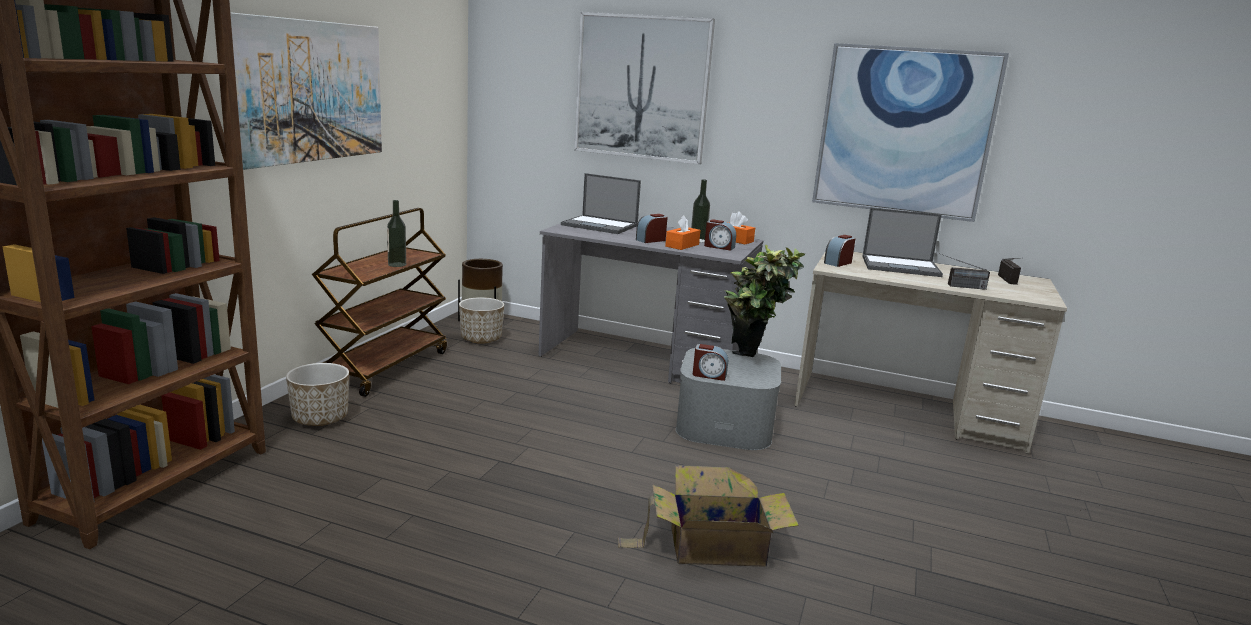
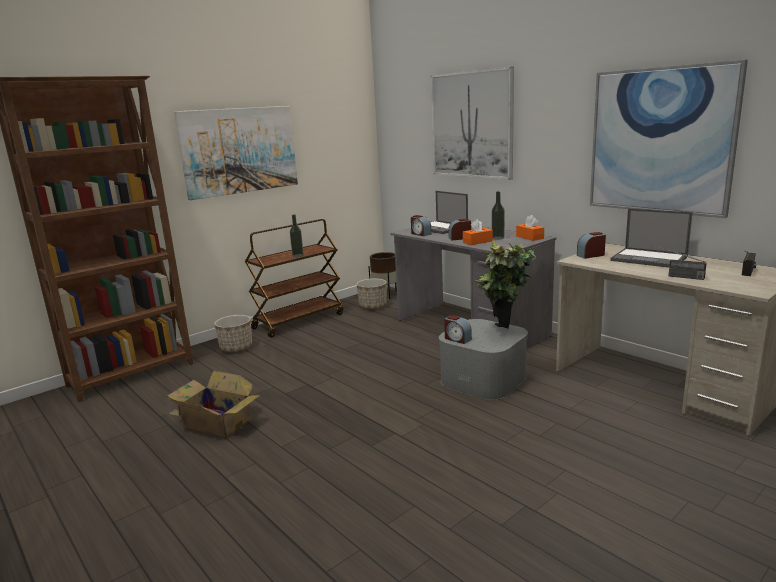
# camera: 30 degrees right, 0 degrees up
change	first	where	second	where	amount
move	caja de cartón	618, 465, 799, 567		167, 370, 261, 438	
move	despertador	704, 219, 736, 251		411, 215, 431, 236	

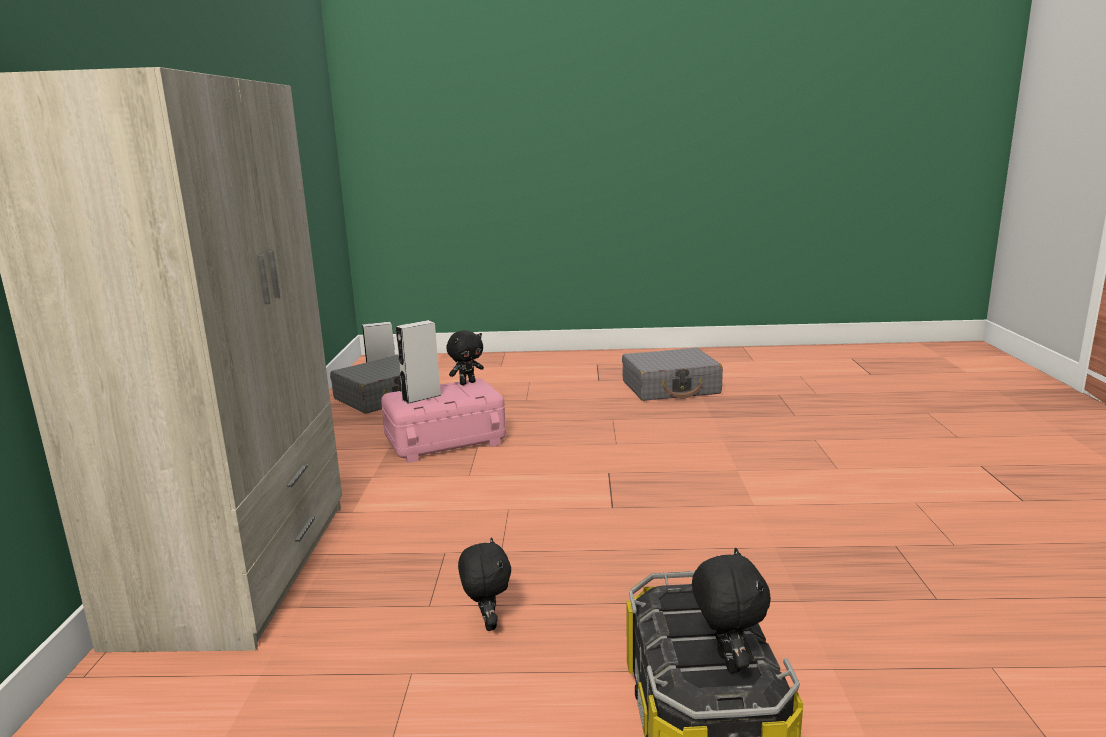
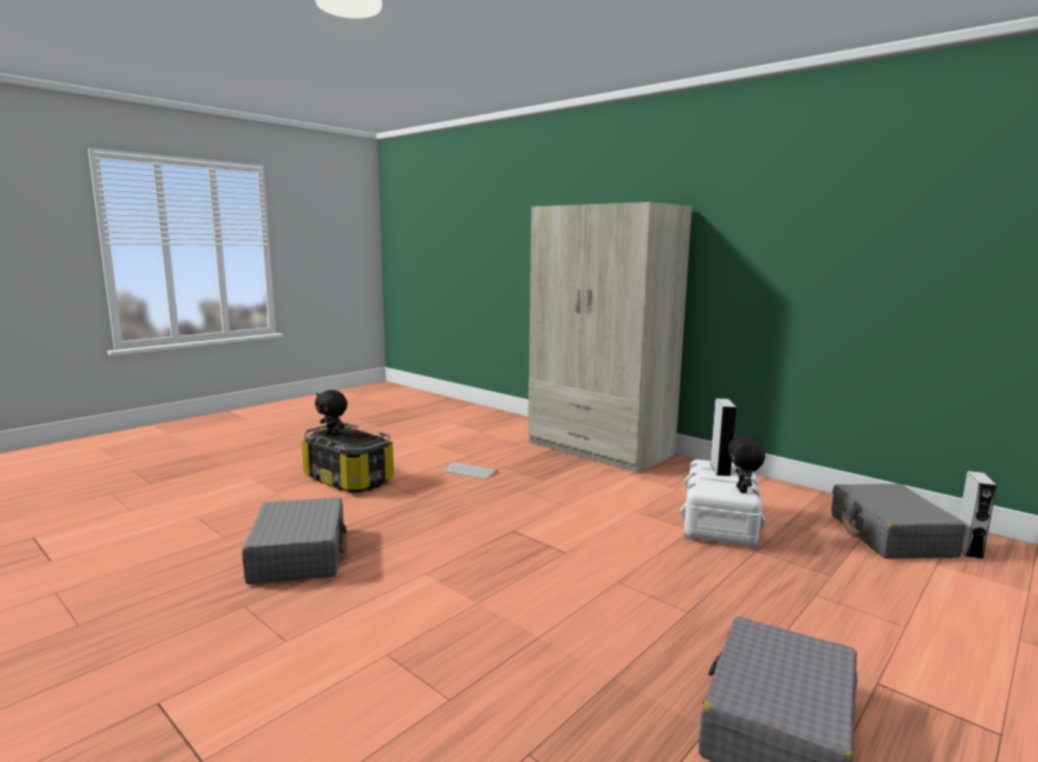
# camera: 130 degrees right, 5 degrees down
change	first	where	second	where	amount
insert			maleta [gris]	242, 497, 347, 584	
replace	peluche [negro]	458, 537, 511, 631	teclado	443, 462, 497, 479	
recolor	caja de almacenaje [rosa]	381, 379, 506, 463	caja de almacenaje [blanco]	680, 460, 766, 549	

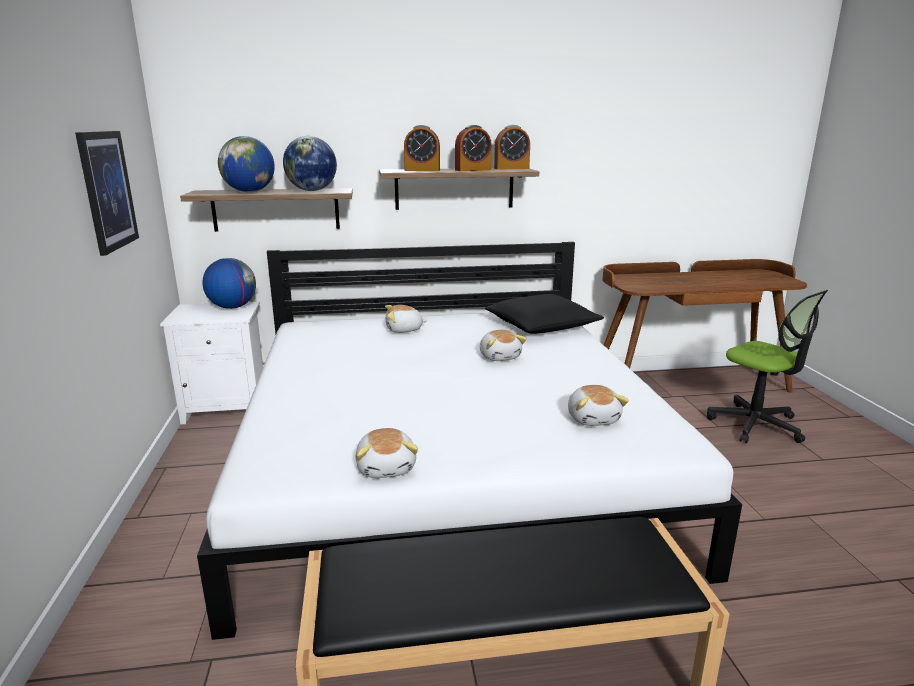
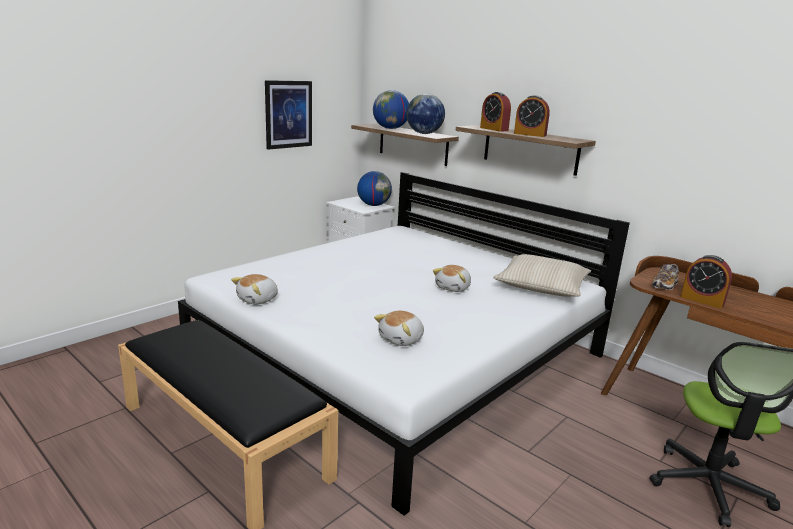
# camera: 50 degrees right, 0 degrees up
change	first	where	second	where	amount
delete	peluche	385, 305, 427, 333			
insert			zapato	652, 264, 679, 290	
move	despertador	494, 125, 530, 169		680, 255, 732, 309	
recolor	cojín [negro]	485, 294, 604, 334	cojín [beis]	493, 254, 591, 297	

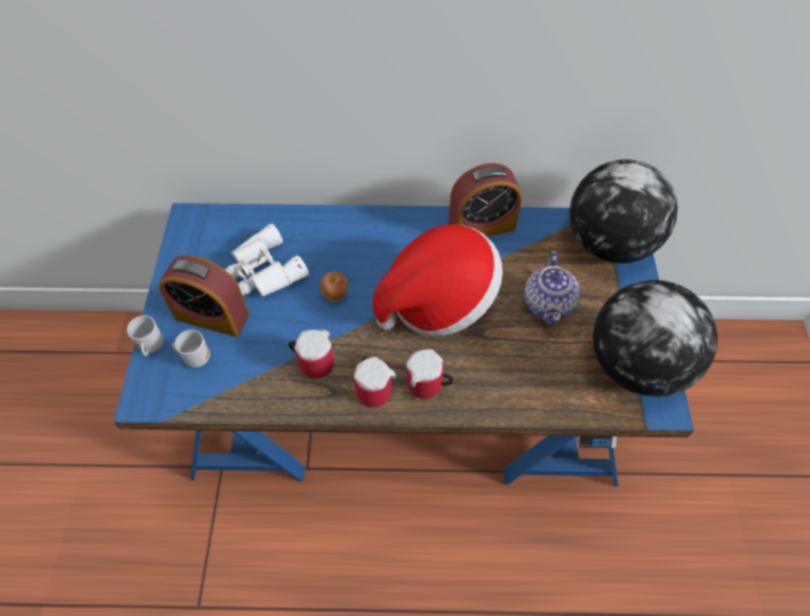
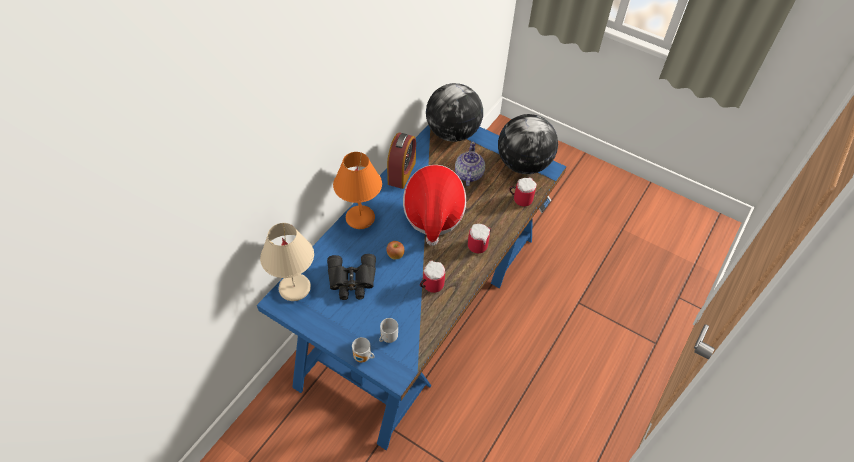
# camera: 60 degrees left, 5 degrees down
change	first	where	second	where	amount
delete	despertador	159, 255, 249, 337			
insert			lámpara de mesa [beis]	260, 223, 314, 301	
insert			lámpara de mesa [naranja]	333, 152, 382, 229	
move	taza grande	354, 356, 396, 407		509, 178, 537, 206	
recolor	prismáticos [blanco]	225, 224, 309, 297	prismáticos [negro]	327, 254, 376, 300	
rotate	tetera	524, 251, 580, 325		455, 142, 485, 186	120 degrees counterclockwise

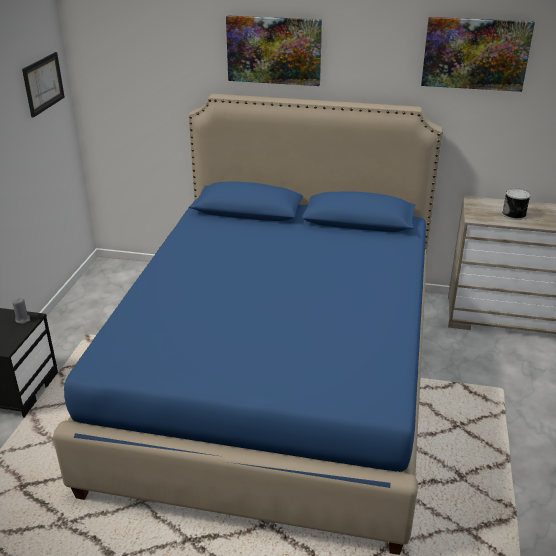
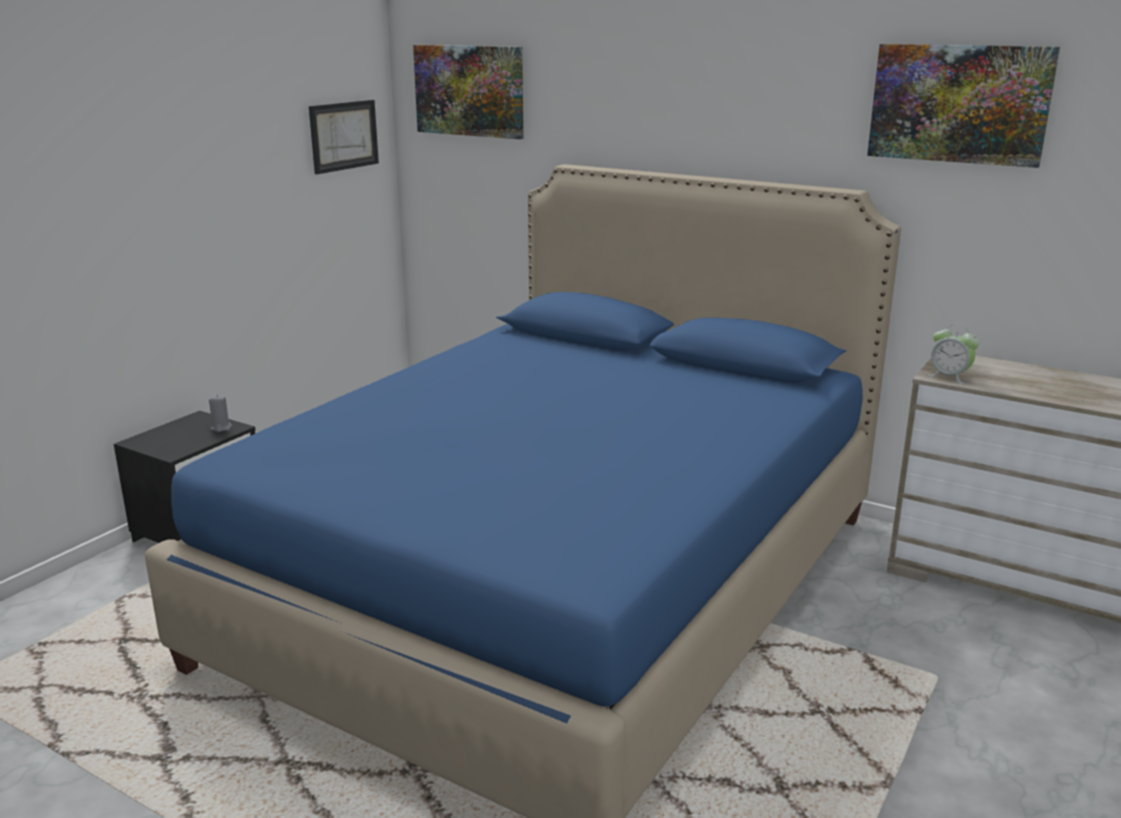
# camera: 20 degrees right, 10 degrees down
change	first	where	second	where	amount
delete	lata	502, 188, 531, 220			
insert			despertador	928, 324, 979, 384	
move	cuadro	226, 15, 322, 86		413, 45, 524, 139	

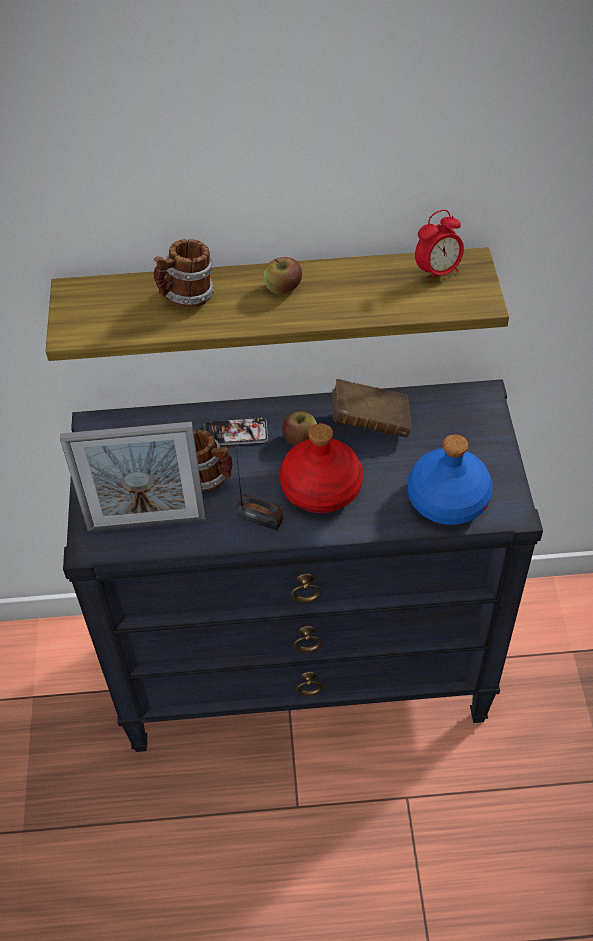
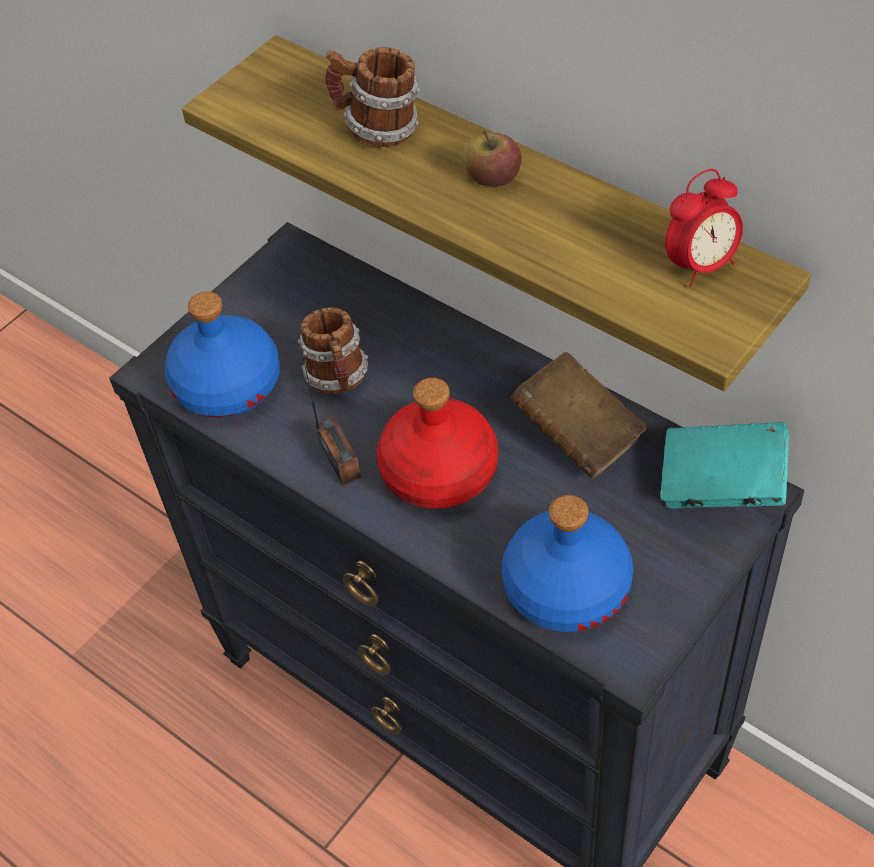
# camera: 45 degrees right, 0 degrees up
change	first	where	second	where	amount
delete	móvil	204, 417, 268, 445			
delete	manzana	282, 411, 317, 445			
insert			libro [turquesa]	660, 422, 789, 509	
replace	portarretratos	60, 422, 206, 531	botella [azul]	164, 292, 280, 418	
rotate	despertador	415, 210, 464, 284		665, 169, 743, 287	45 degrees counterclockwise

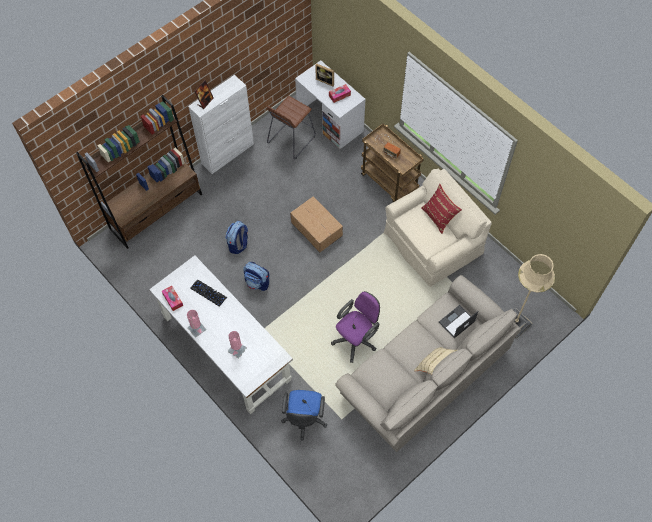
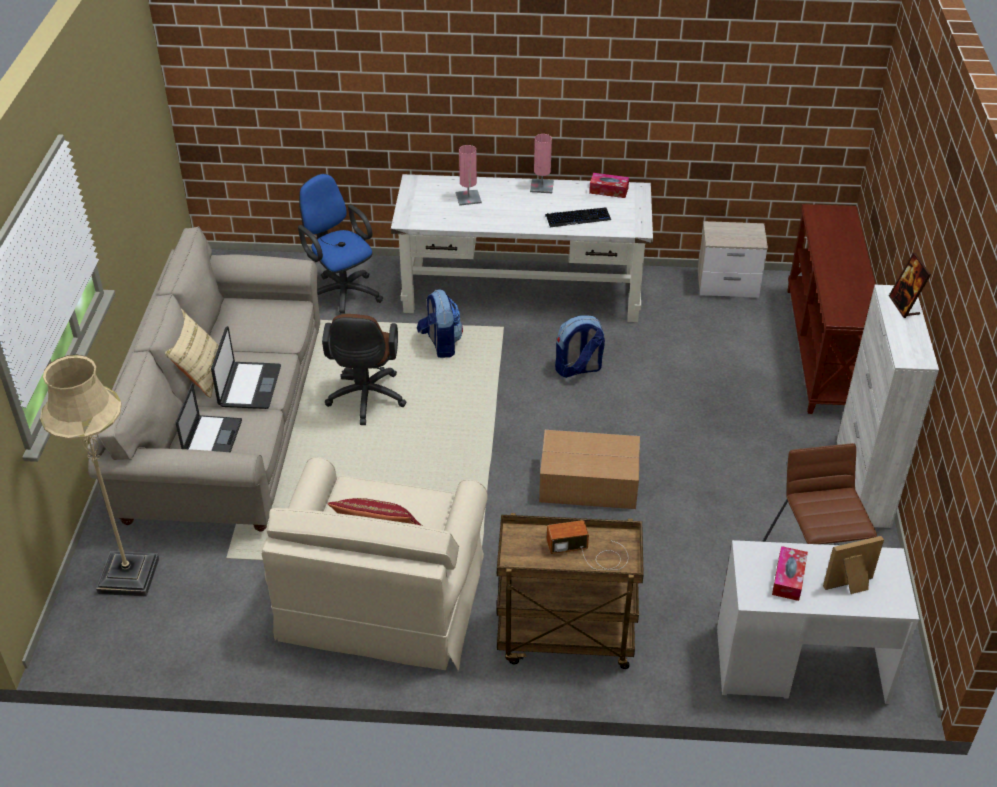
# camera: 135 degrees right, 20 degrees down
change	first	where	second	where	amount
insert			portátil	211, 326, 281, 409	
insert			mesita de noche	698, 221, 768, 297	
move	mochila	225, 221, 248, 254		417, 290, 463, 358	
replace	estantería [marrón]	76, 95, 202, 249	mesa consola [marrón]	787, 204, 876, 414	
recolor	silla de oficina [morado]	331, 291, 380, 363	silla de oficina [marrón]	322, 314, 407, 425	

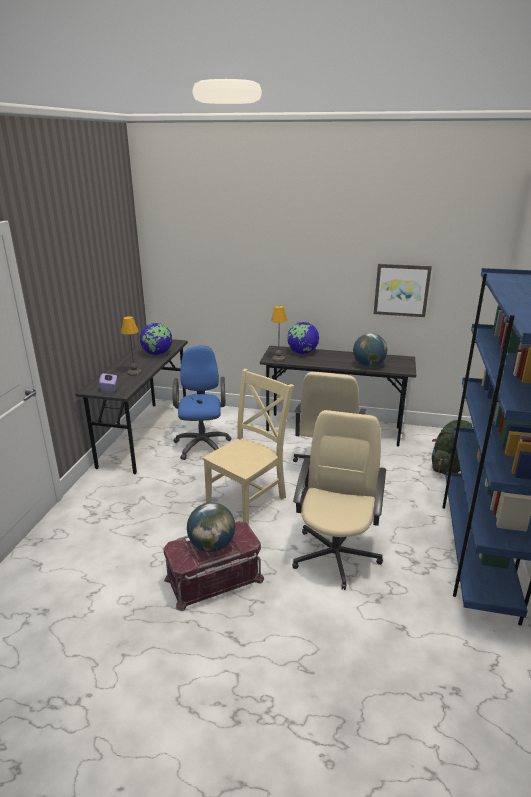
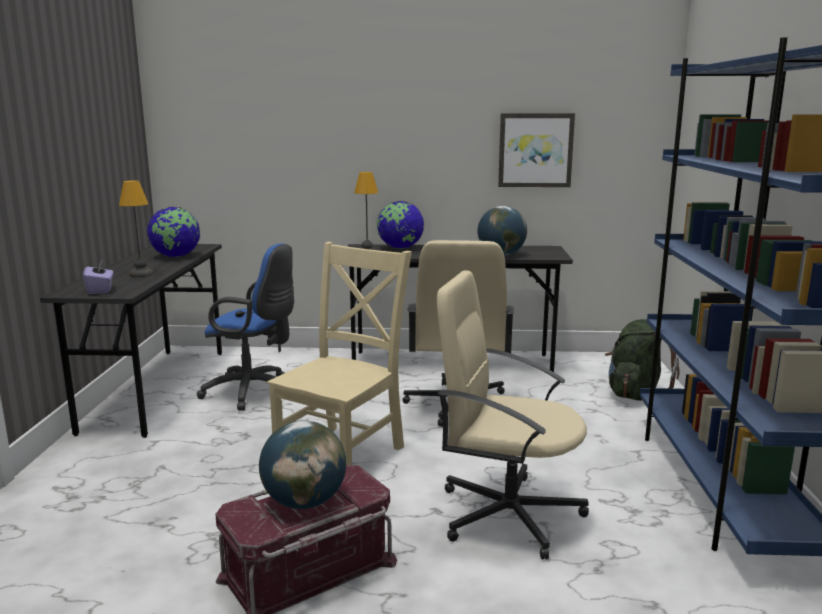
# camera: 10 degrees left, 10 degrees down
change	first	where	second	where	amount
rotate	silla de oficina [azul]	172, 346, 232, 460		197, 244, 294, 411	120 degrees clockwise
rotate	silla de oficina [beis]	292, 410, 386, 590		437, 270, 589, 560	75 degrees counterclockwise

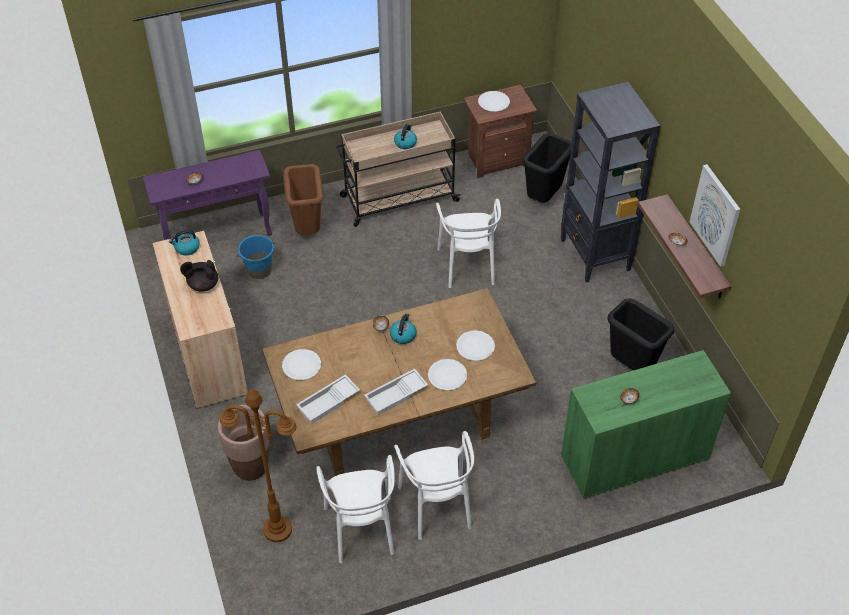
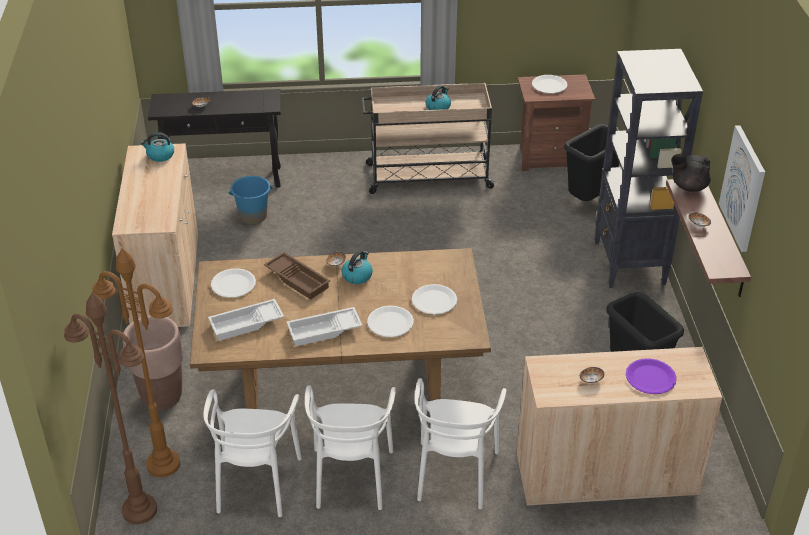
# camera: 15 degrees right, 10 degrees down
change	first	where	second	where	amount
delete	papelera [marrón]	283, 164, 324, 235			
insert			lámpara de pie [marrón]	64, 293, 157, 524	
insert			bandeja [marrón]	264, 252, 330, 300	
insert			plato [morado]	626, 358, 677, 394	
move	tetera [negro]	180, 260, 218, 291		671, 154, 711, 192	
move	silla [blanco]	436, 199, 501, 288		415, 378, 506, 509	
recolor	mesa consola [morado]	143, 150, 272, 240	mesa consola [negro]	148, 89, 281, 187	
recolor	armario [verde]	561, 350, 731, 499	armario [beis]	517, 347, 722, 507	

